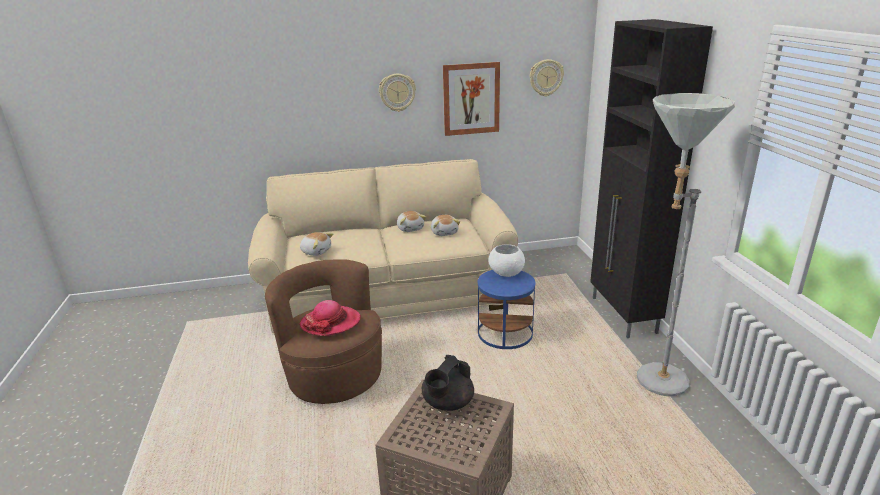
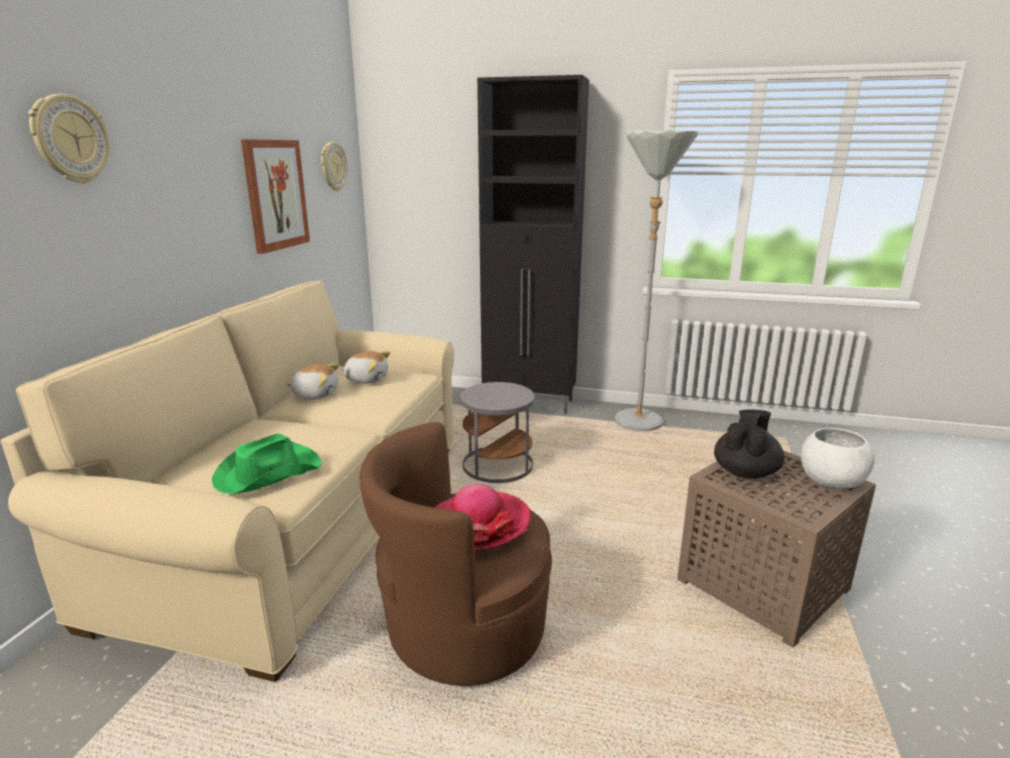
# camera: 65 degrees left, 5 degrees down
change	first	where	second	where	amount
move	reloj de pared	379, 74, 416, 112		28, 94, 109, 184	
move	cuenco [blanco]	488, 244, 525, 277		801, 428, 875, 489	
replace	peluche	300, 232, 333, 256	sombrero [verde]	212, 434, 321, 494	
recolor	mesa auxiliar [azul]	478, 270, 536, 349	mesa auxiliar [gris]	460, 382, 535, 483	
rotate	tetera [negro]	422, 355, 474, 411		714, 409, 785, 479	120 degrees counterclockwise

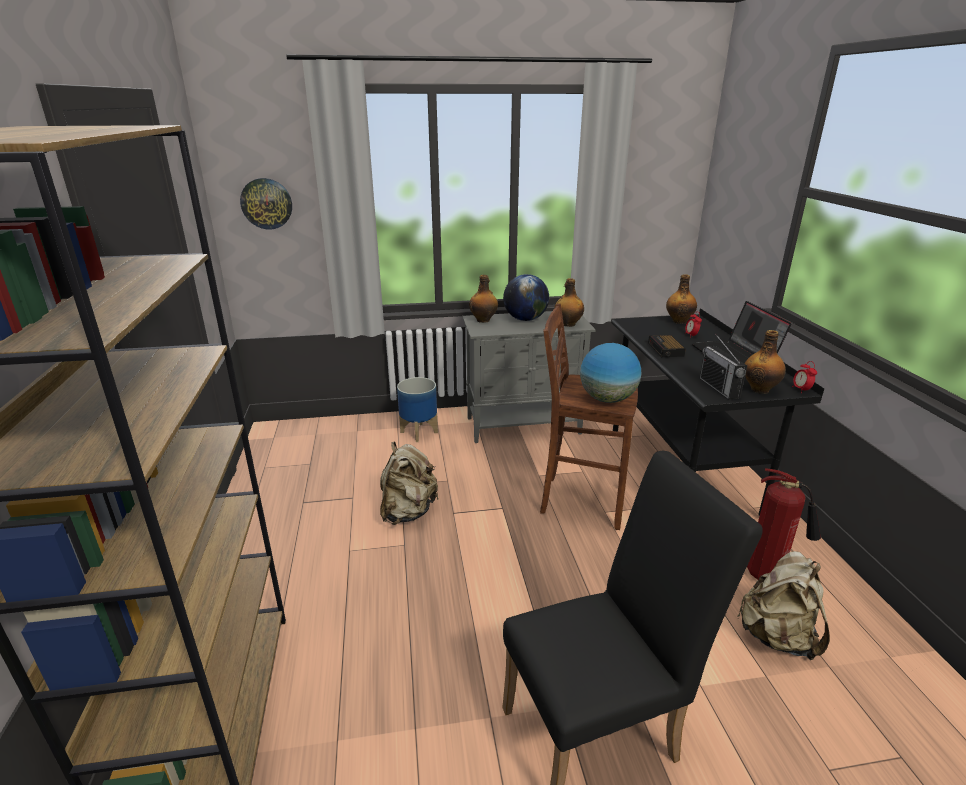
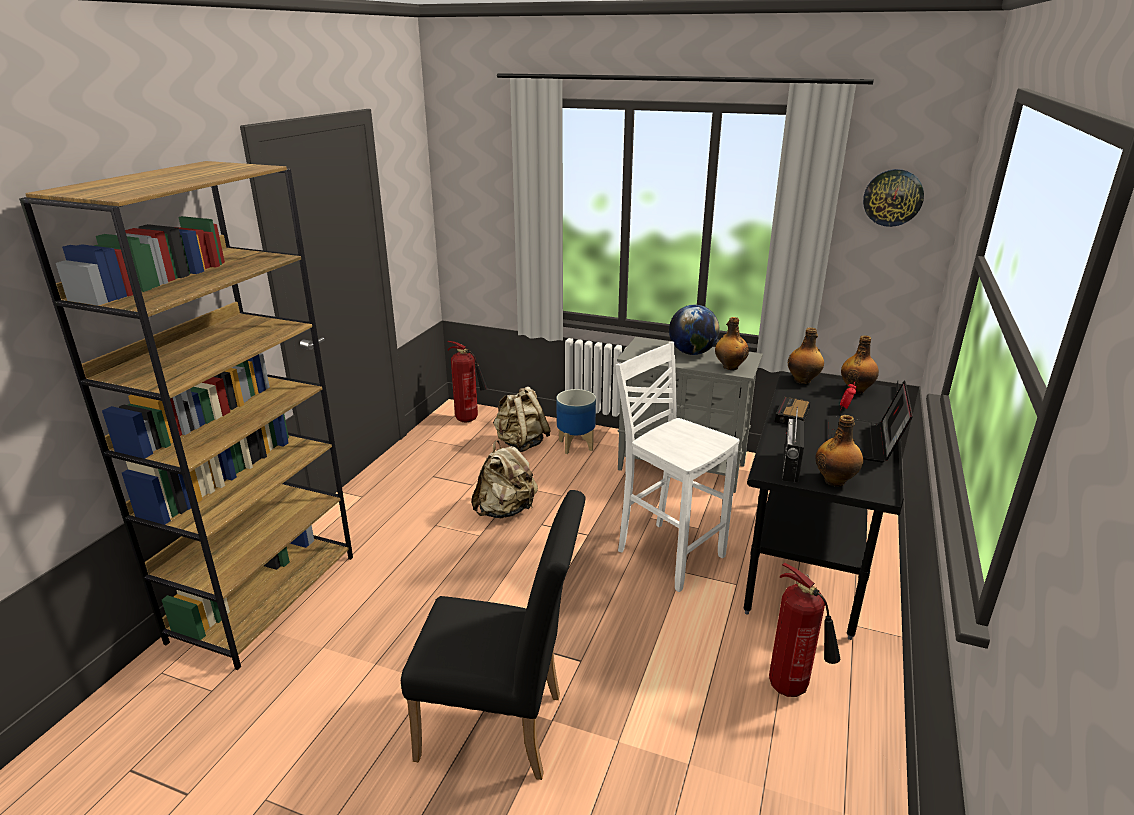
# camera: 30 degrees right, 0 degrees up
change	first	where	second	where	amount
delete	globo terráqueo	580, 343, 641, 403			
delete	despertador	792, 361, 817, 393			
insert			extintor	448, 341, 488, 423	
move	reloj de pared	240, 178, 292, 230		863, 169, 924, 227	
move	botella	469, 275, 498, 323		788, 327, 824, 384	
move	mochila [beis]	737, 551, 830, 660		493, 386, 551, 452	
recolor	taburete [marrón]	540, 304, 638, 530	taburete [blanco]	615, 341, 740, 592	

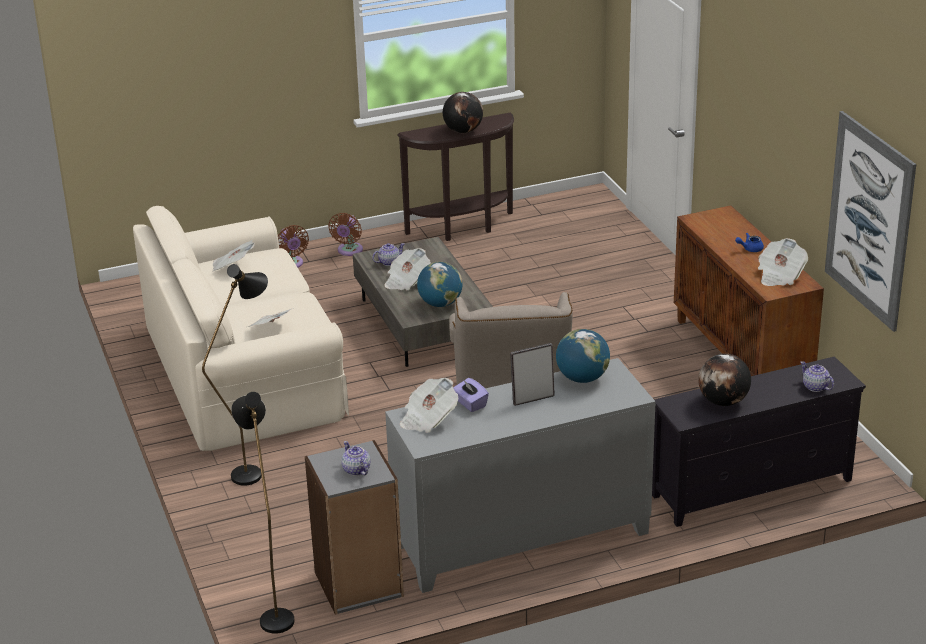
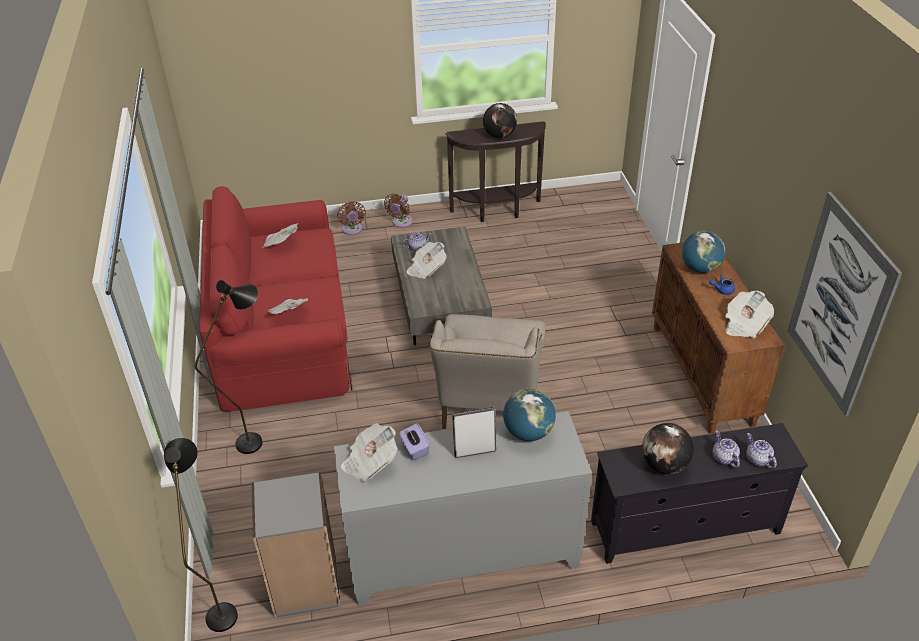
# camera: 10 degrees right, 10 degrees up
change	first	where	second	where	amount
move	tetera	342, 441, 371, 476		713, 431, 740, 468	
move	globo terráqueo	417, 262, 463, 307		682, 231, 725, 273	
recolor	sofá [beis]	133, 206, 349, 451	sofá [rojo]	199, 186, 352, 412	

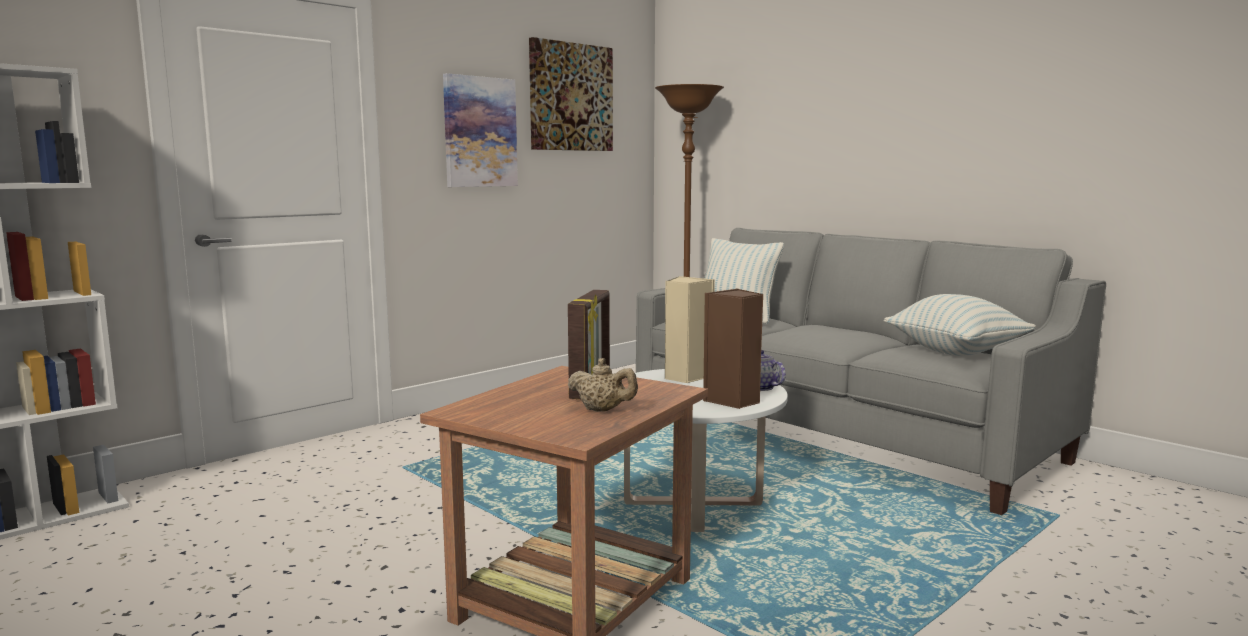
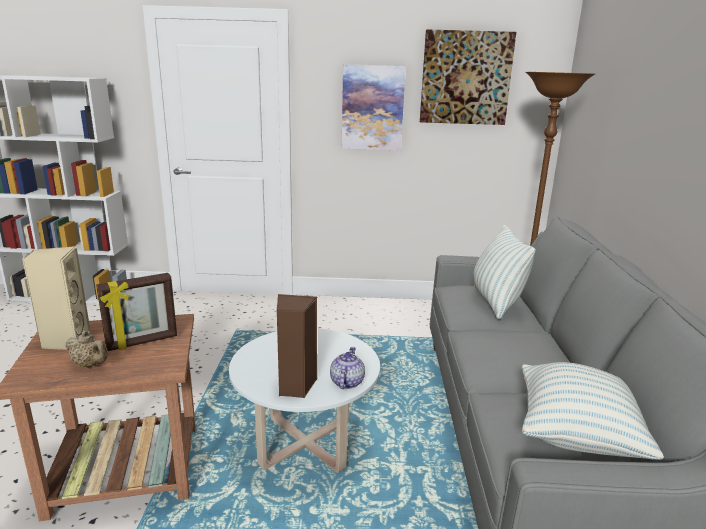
# camera: 45 degrees right, 10 degrees up
change	first	where	second	where	amount
move	altavoz [beis]	664, 276, 715, 383		22, 246, 91, 350	
rotate	tetera [beis]	568, 358, 638, 412		65, 331, 108, 368	45 degrees counterclockwise

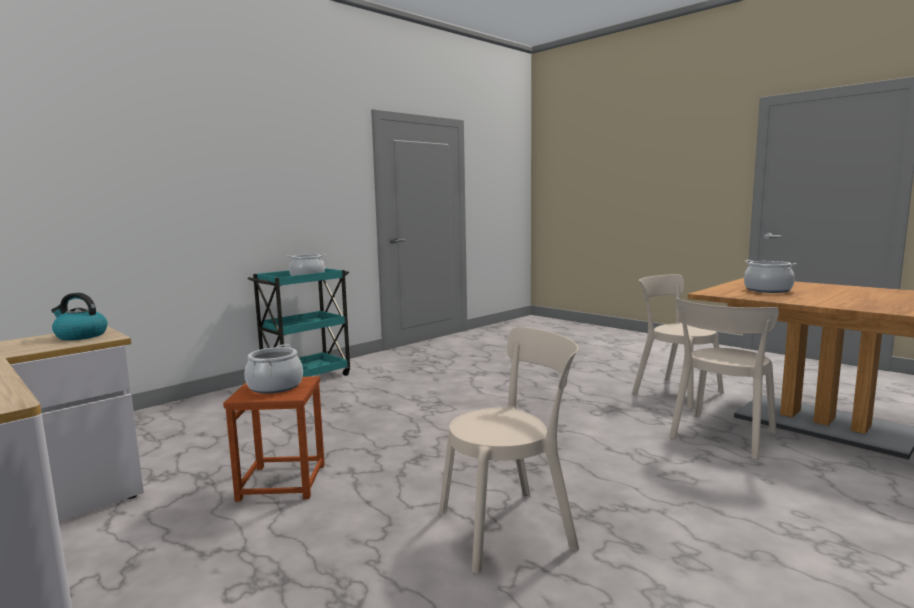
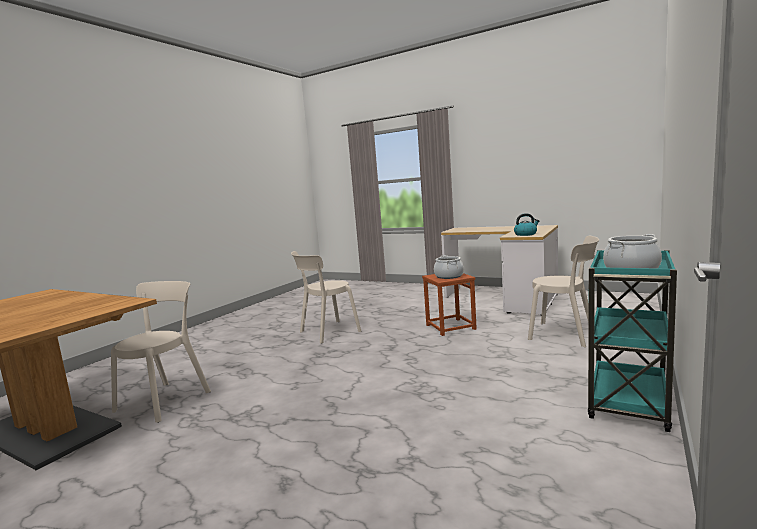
# camera: 165 degrees right, 0 degrees up
change	first	where	second	where	amount
delete	olla	744, 260, 797, 293			
move	silla [beis]	632, 274, 724, 409		528, 236, 599, 347	

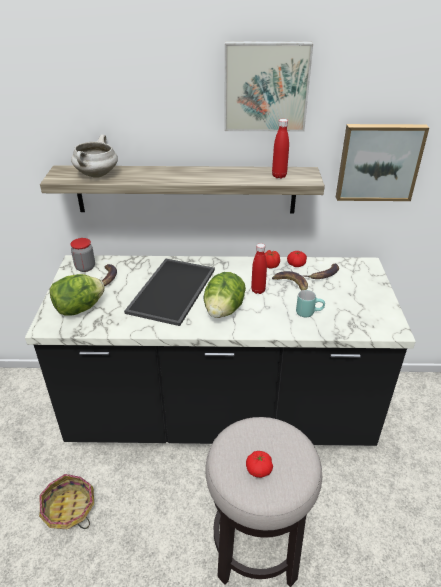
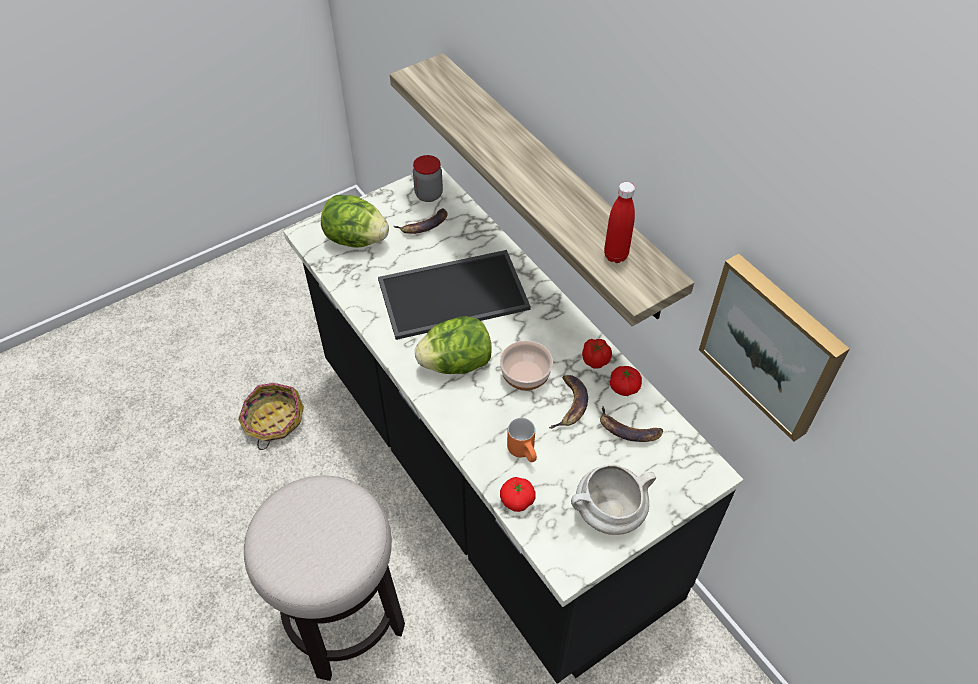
# camera: 55 degrees right, 15 degrees up
change	first	where	second	where	amount
delete	cuadro	224, 41, 313, 132			
move	olla [blanco]	71, 135, 118, 178		571, 464, 656, 535	
move	tomate	246, 451, 273, 478		500, 477, 536, 512	
replace	botella [rojo]	251, 243, 267, 294	cuenco	500, 340, 553, 391	
recolor	taza grande [turquesa]	296, 290, 325, 318	taza grande [naranja]	507, 418, 537, 462	

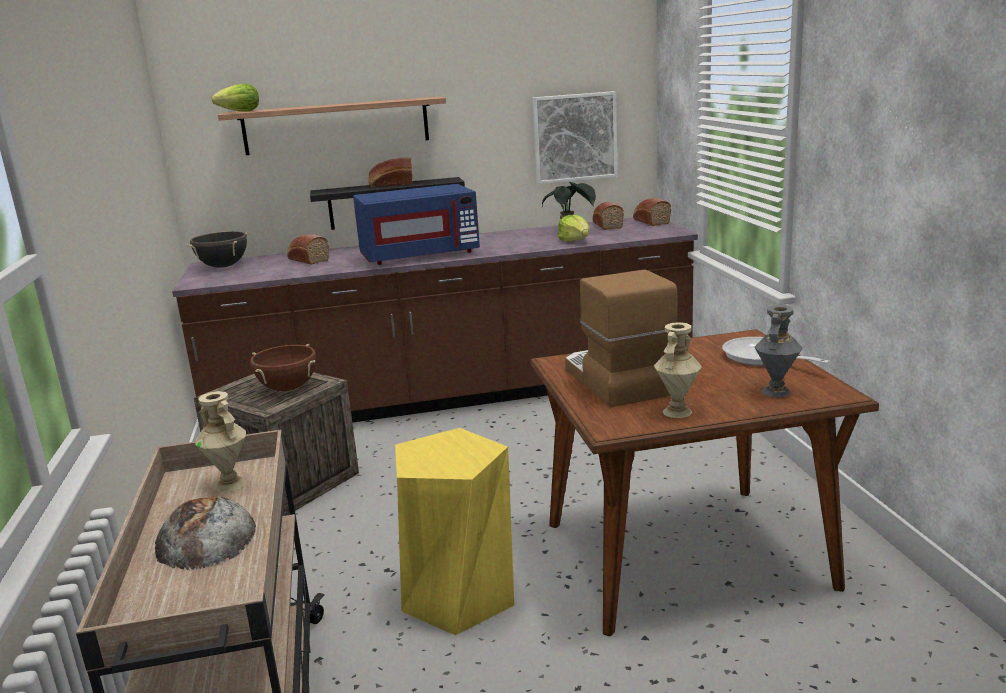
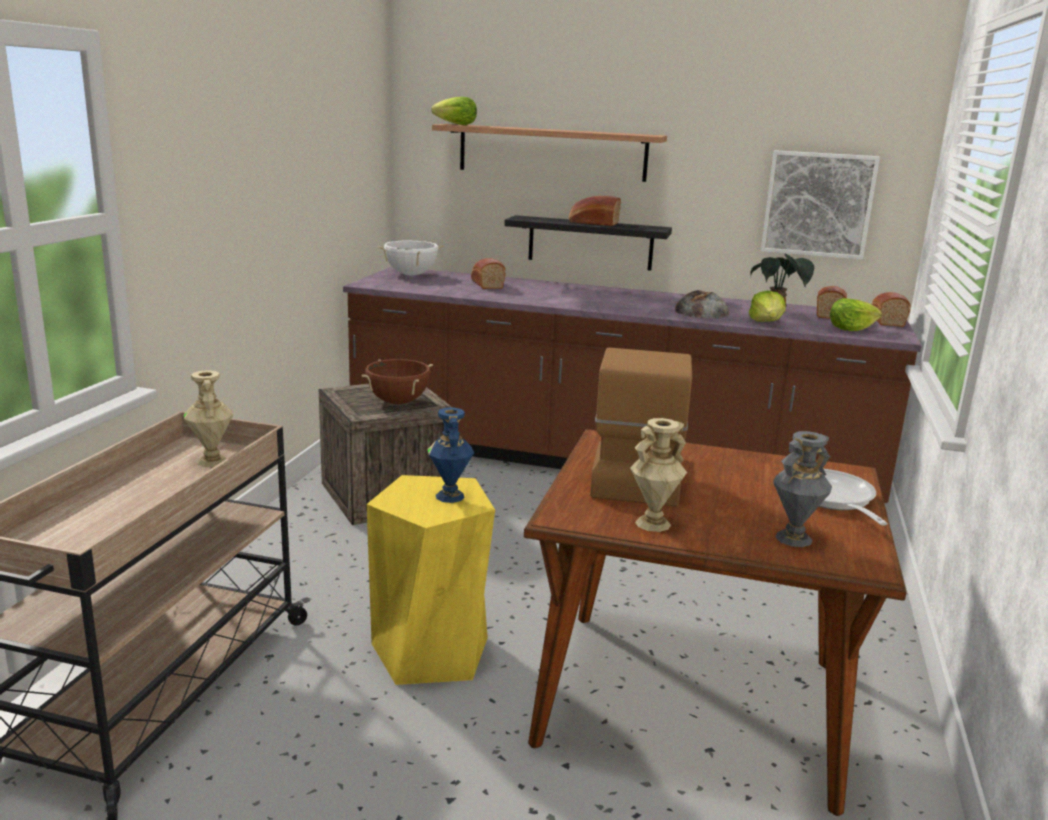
# camera: 25 degrees right, 0 degrees up
change	first	where	second	where	amount
delete	microondas [azul]	353, 184, 480, 265			
insert			florero [azul]	427, 407, 474, 503	
insert			lechuga	830, 298, 882, 331	
move	pan	155, 496, 256, 570		675, 290, 729, 319	
recolor	olla [negro]	187, 231, 249, 268	olla [blanco]	378, 241, 444, 276	

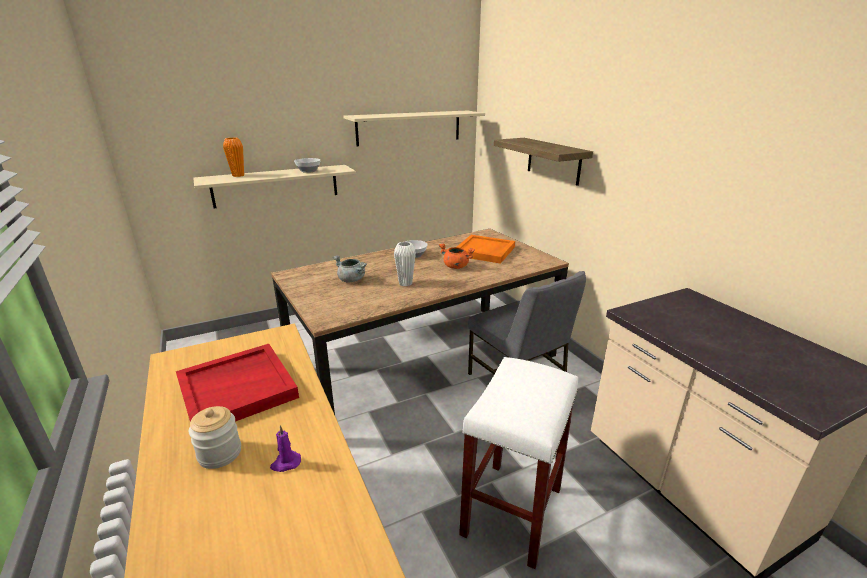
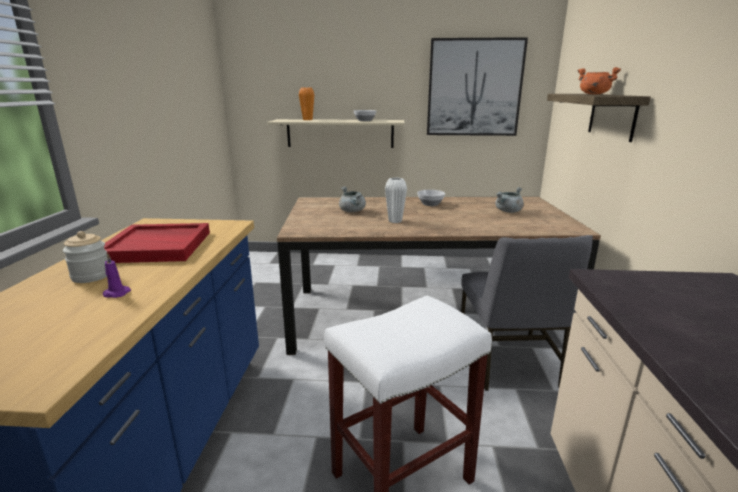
# camera: 30 degrees right, 5 degrees down
change	first	where	second	where	amount
move	olla [naranja]	439, 243, 475, 269		578, 67, 621, 94	
replace	estante [beis]	343, 110, 485, 146	cuadro	427, 37, 528, 136	
replace	bandeja [naranja]	457, 235, 515, 264	olla [gris]	495, 187, 524, 213	

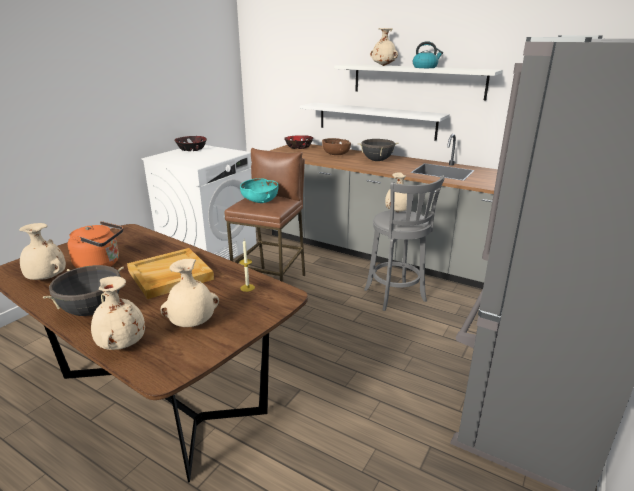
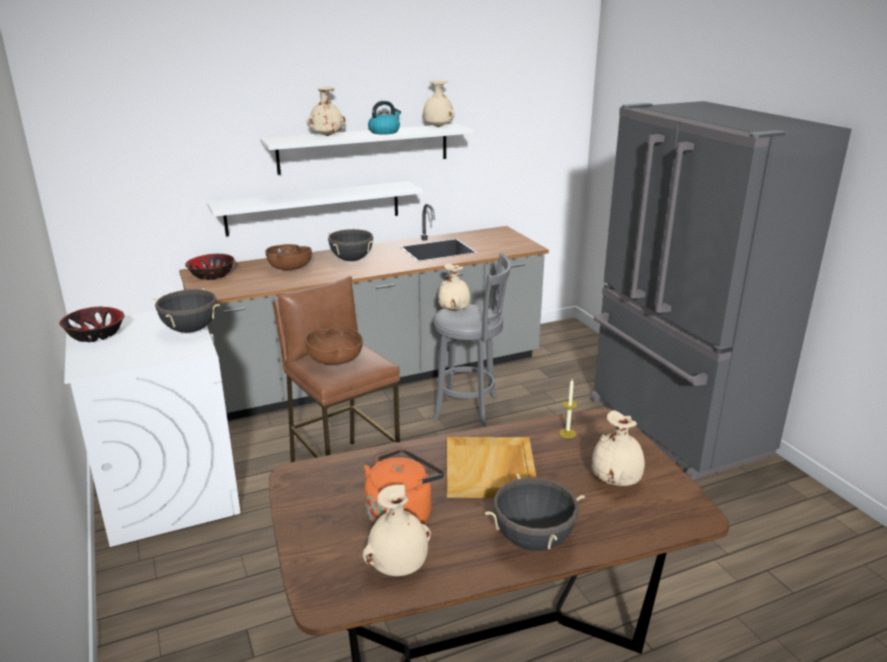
# camera: 55 degrees left, 0 degrees up
change	first	where	second	where	amount
insert			olla [negro]	153, 288, 220, 333	
move	florero [beis]	91, 276, 145, 350		423, 81, 454, 127	
recolor	cuenco [turquesa]	240, 178, 278, 203	cuenco [marrón]	305, 327, 363, 365	

